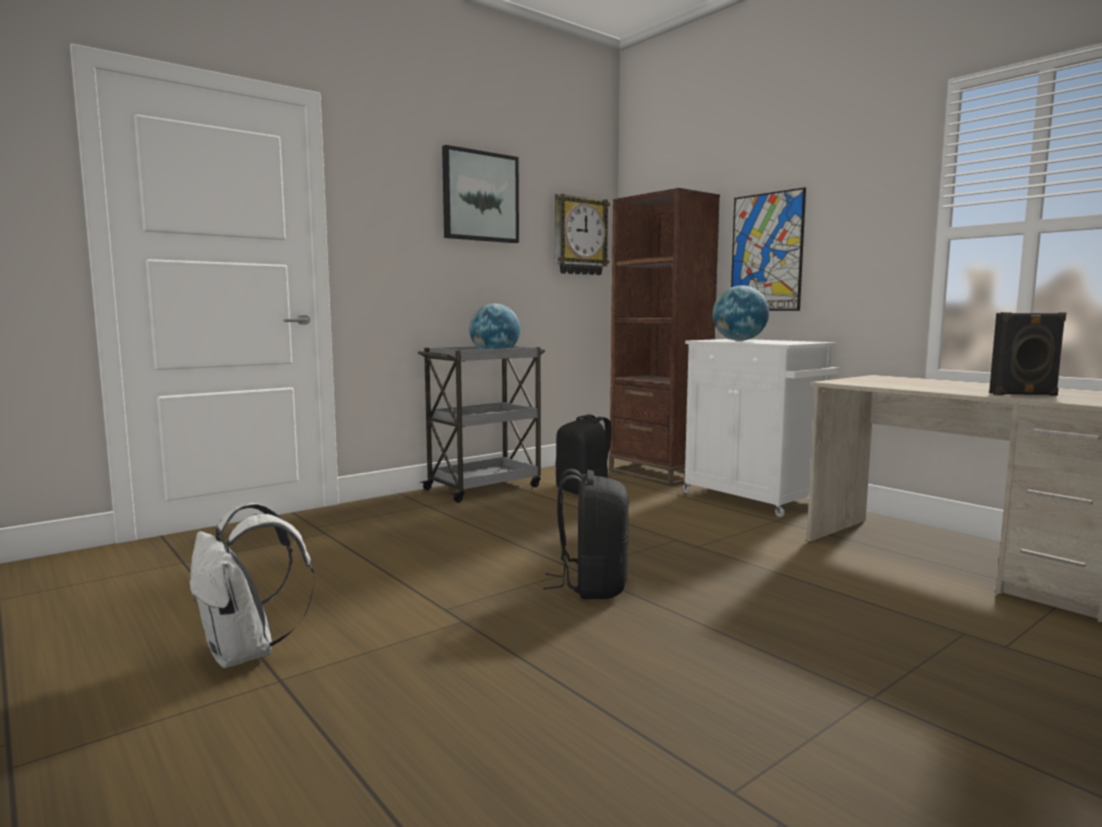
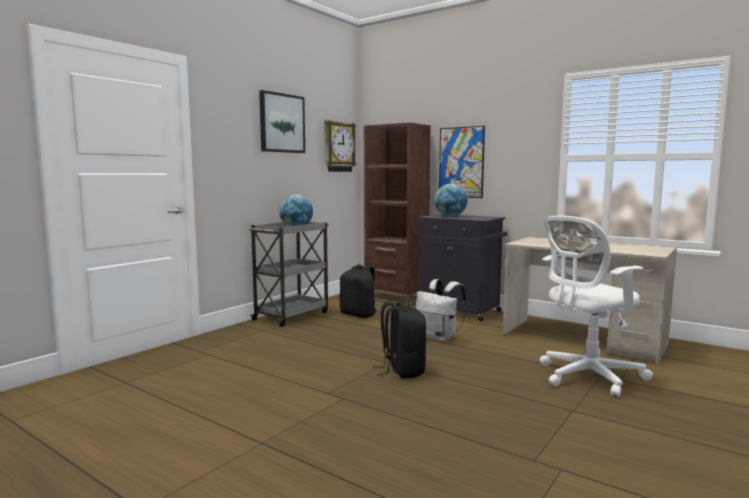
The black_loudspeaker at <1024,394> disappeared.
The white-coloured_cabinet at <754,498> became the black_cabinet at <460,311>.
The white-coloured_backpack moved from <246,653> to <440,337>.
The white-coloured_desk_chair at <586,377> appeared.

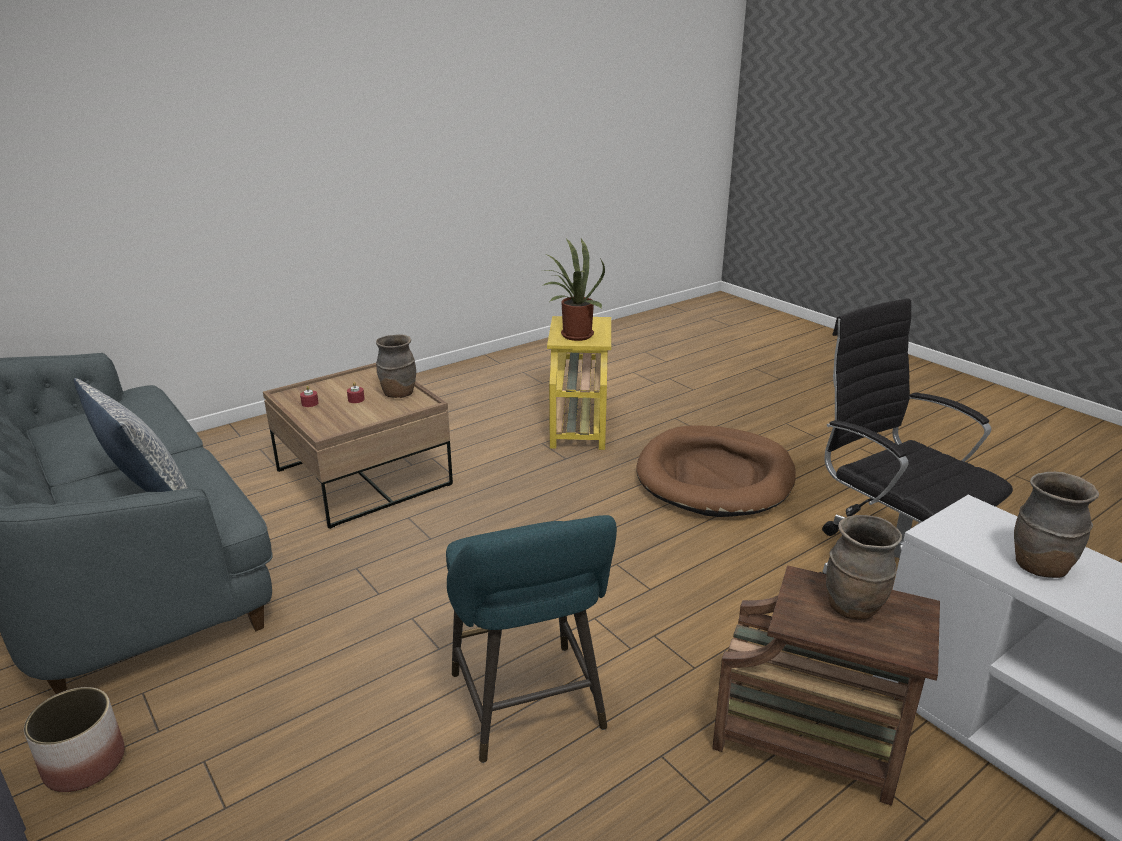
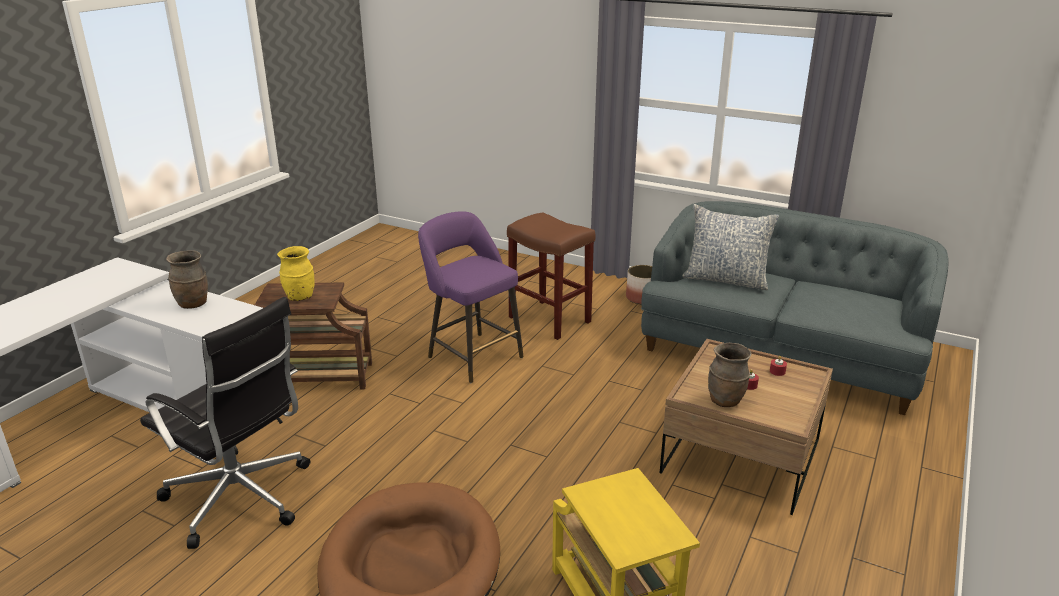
The houseplant at <573,336> disappeared.
The turquoise-coloured_stool at <529,708> became the purplish_stool at <472,355>.
The brown-coloured_decorative_vase at <853,608> became the yellowish_decorative_vase at <299,297>.
The brown-coloured_stool at <550,320> appeared.

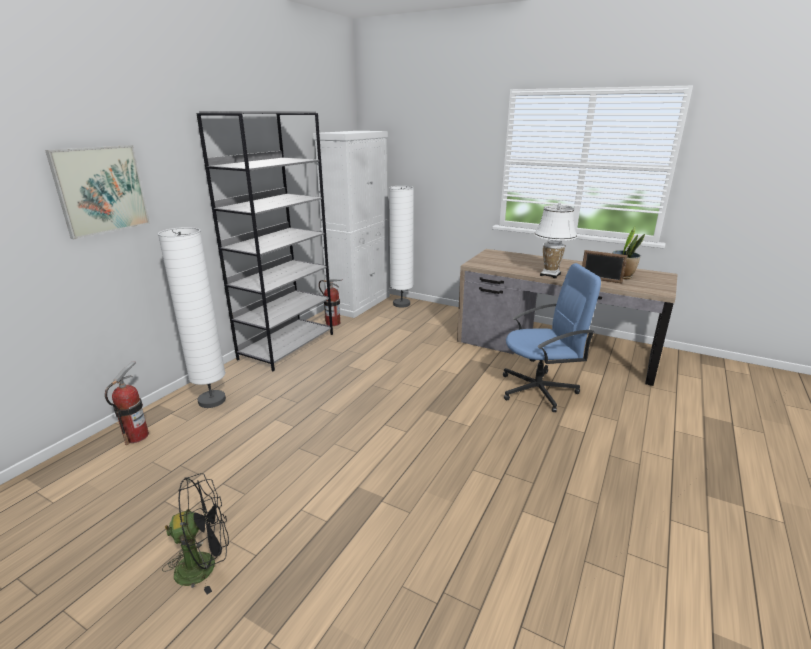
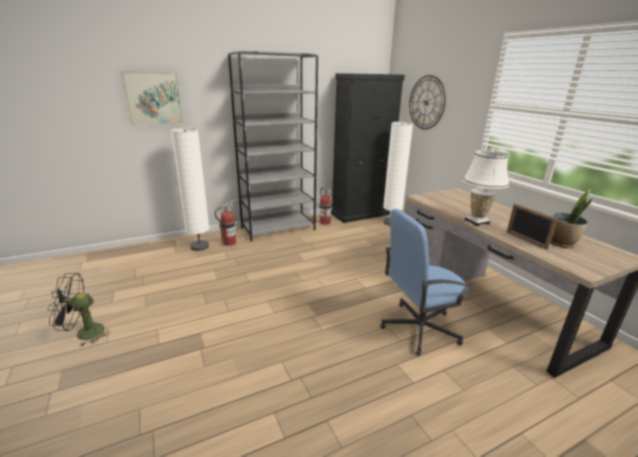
The white-coloured_cabinet at <359,303> became the black_cabinet at <360,214>.
The bluish_desk_chair at <539,390> turned 135 degrees clockwise.
The fire-fighting_cylinder moved from <136,436> to <229,242>.
The black_fan at <205,565> turned 150 degrees clockwise.
The clock_on_the_wall at <426,102> appeared.

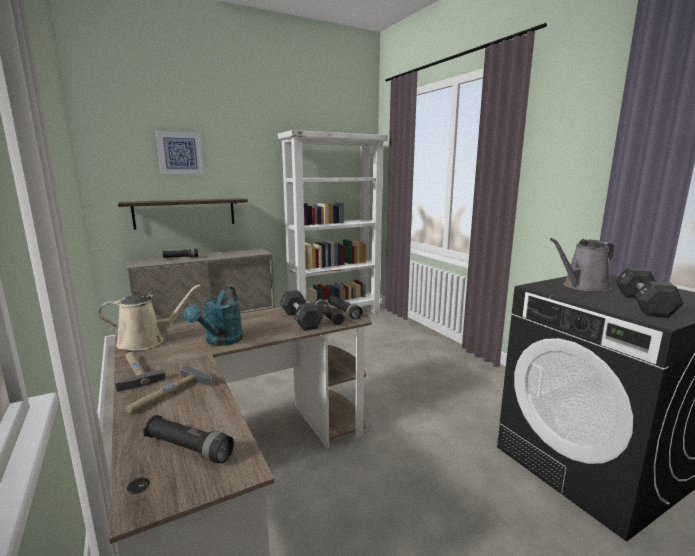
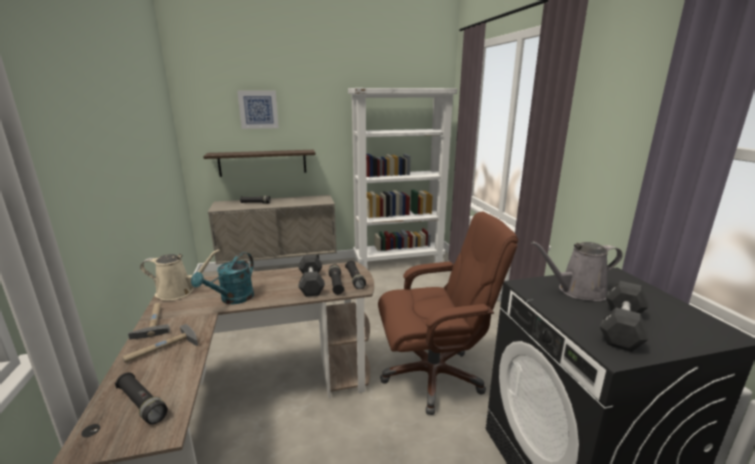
The brown-coloured_desk_chair at <433,376> appeared.

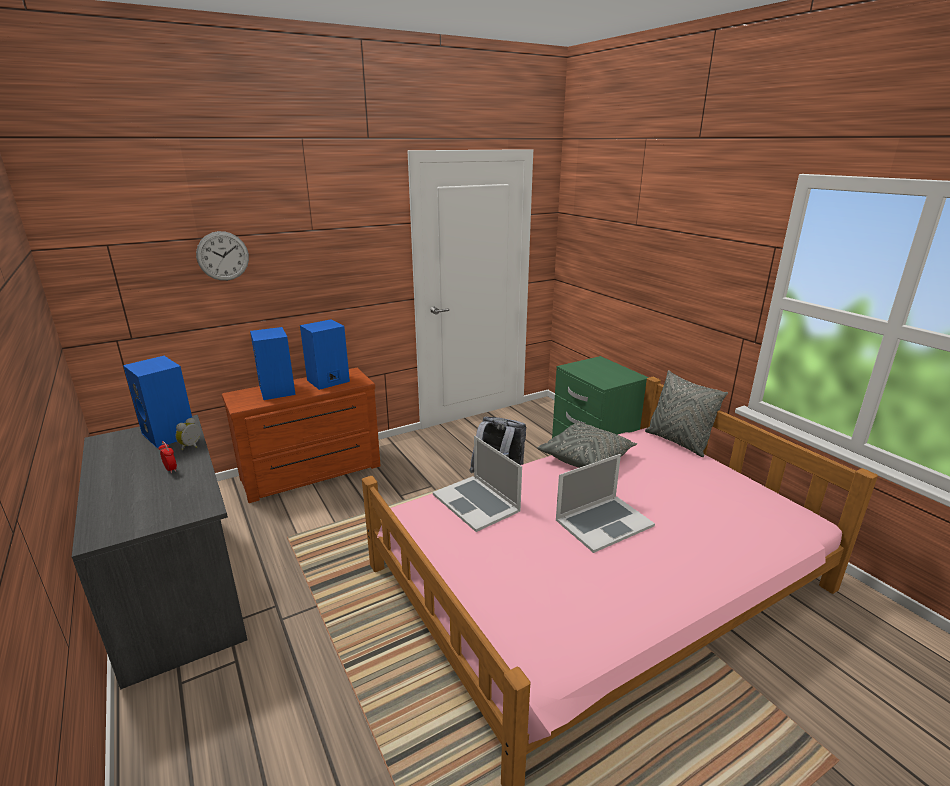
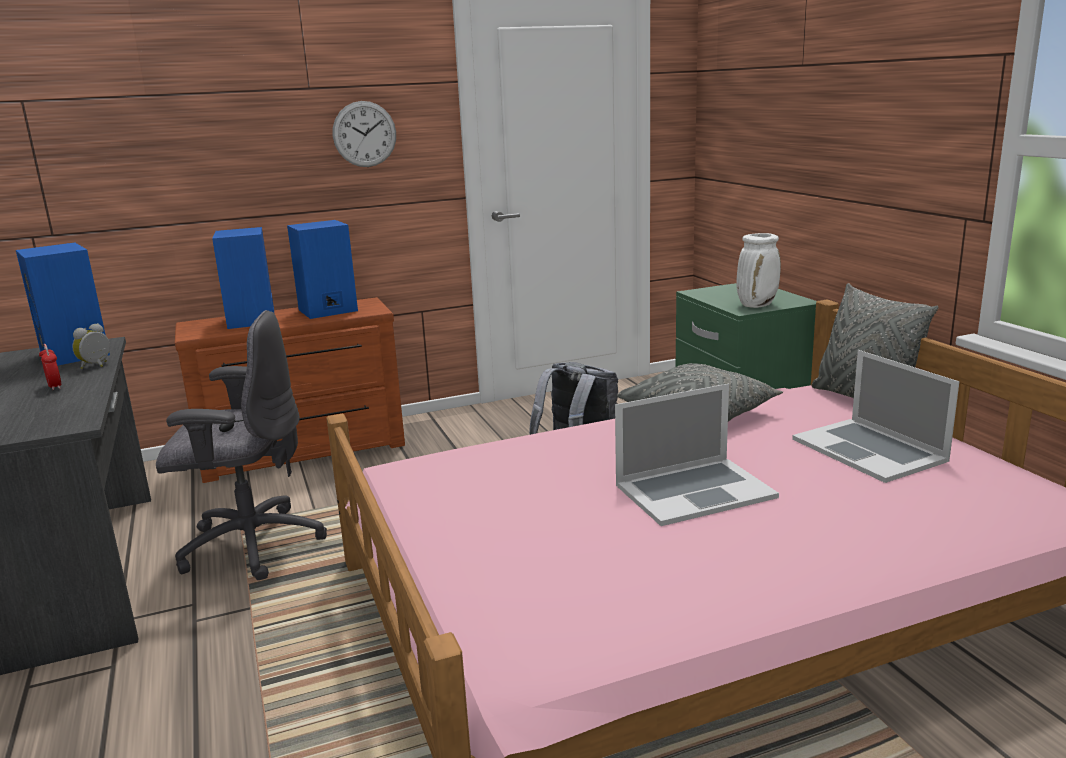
The clock_on_the_wall moved from <223,256> to <364,134>.
The notebook_computer moved from <476,502> to <869,450>.
The white-coloured_decorative_vase at <757,305> appeared.
The grey_desk_chair at <250,545> appeared.

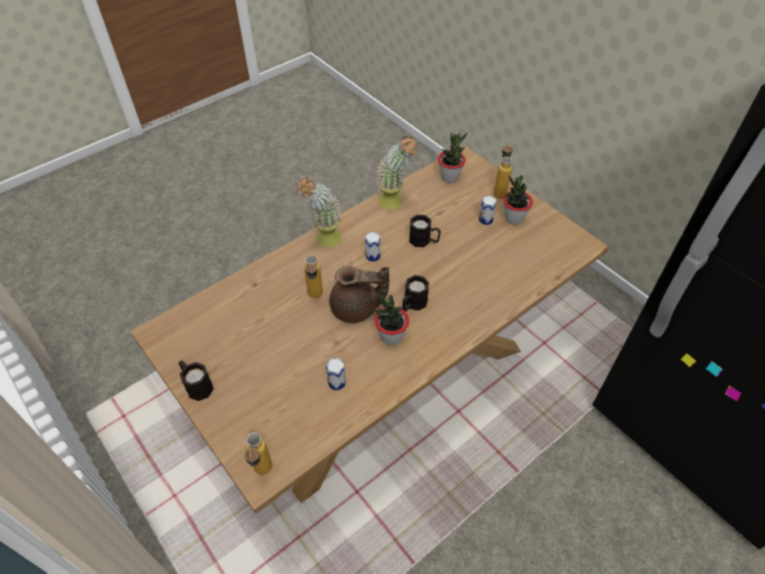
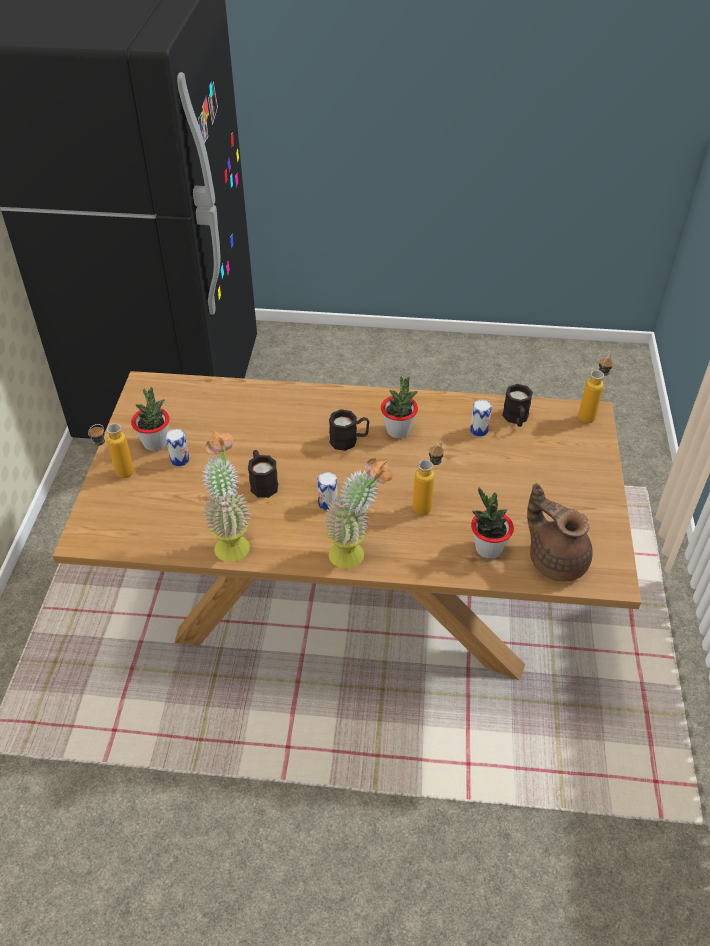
The houseplant moved from <449,177> to <488,549>.
The brown-coloured_teapot moved from <356,309> to <556,559>.
The black_coffee_mug moved from <196,385> to <516,419>.

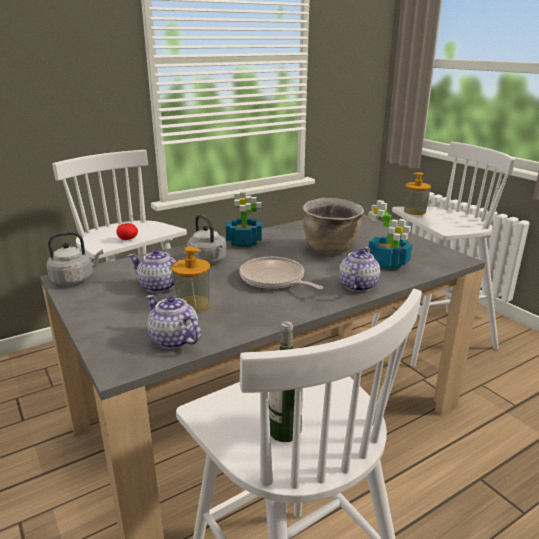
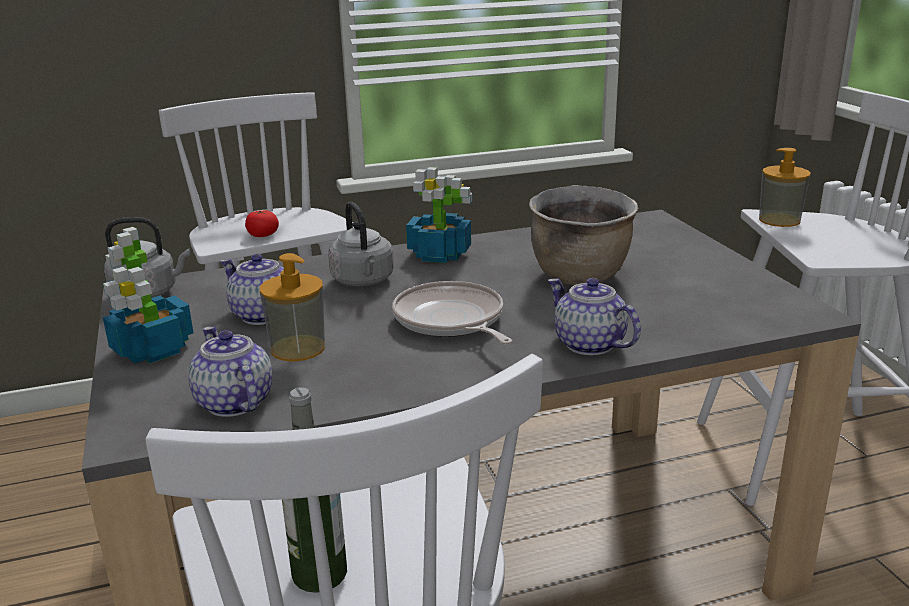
The houseplant moved from <388,263> to <152,350>.
The teapot at <357,285> turned 75 degrees counterclockwise.

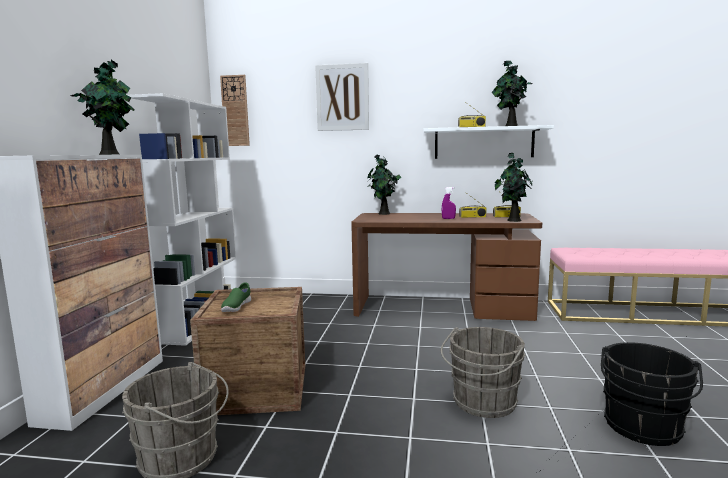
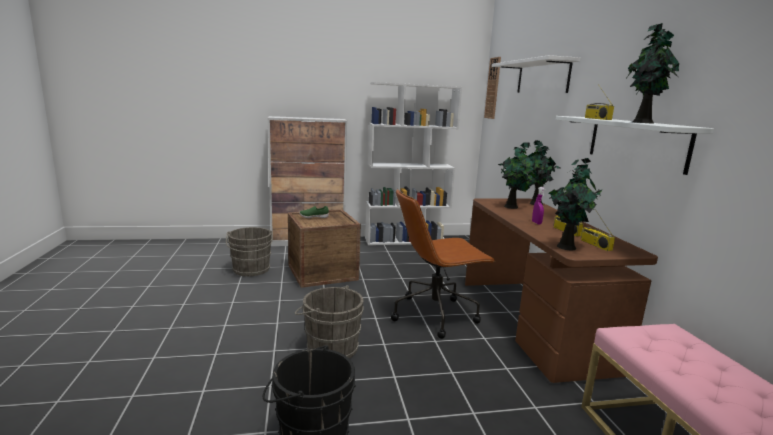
The houseplant moved from <111,154> to <512,207>.
The wall_art at <342,97> was replaced by the white-coloured_bracket_shelf at <542,77>.
The brown-coloured_desk_chair at <435,314> appeared.

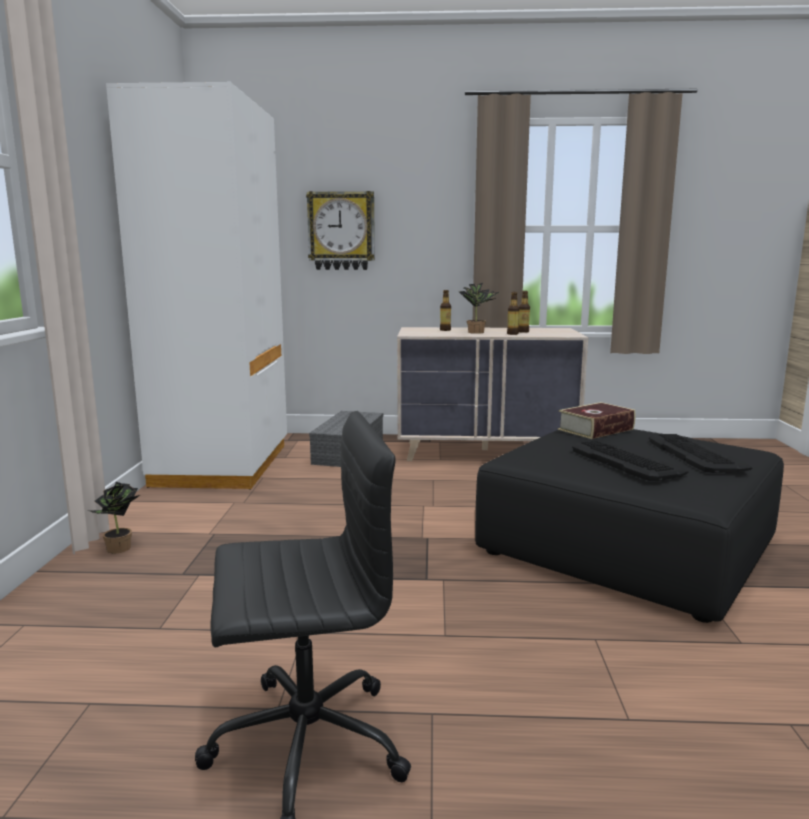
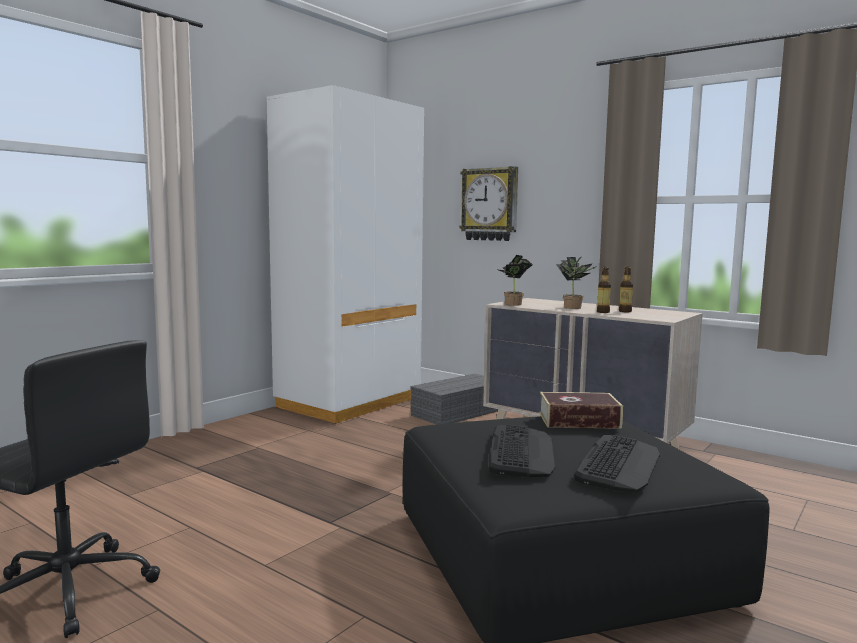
The drink_bottle at <445,330> disappeared.
The houseplant moved from <120,549> to <514,304>.

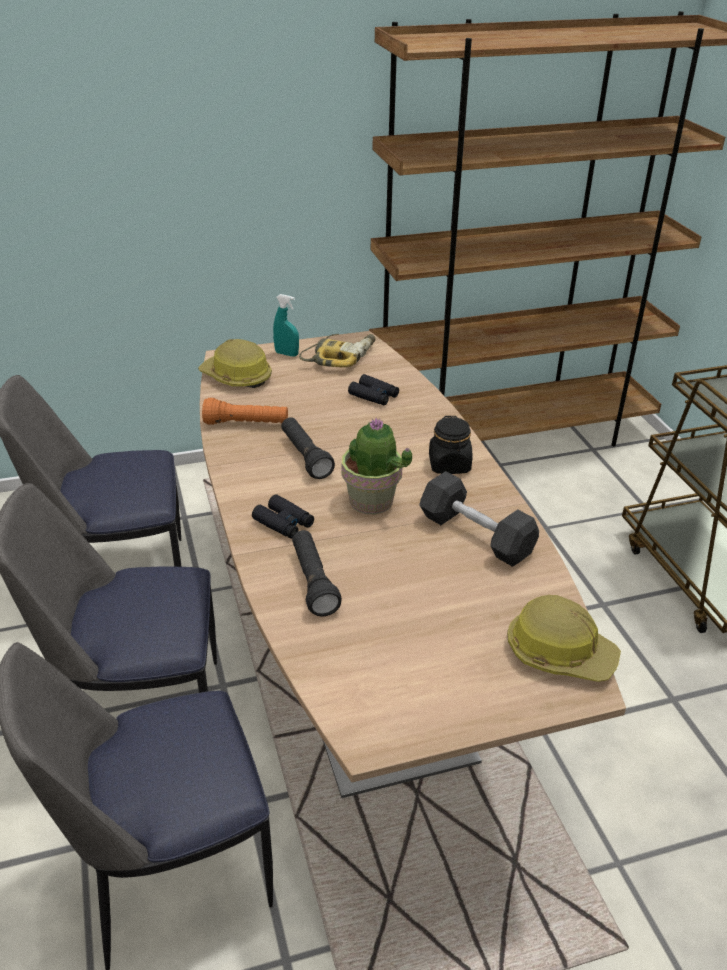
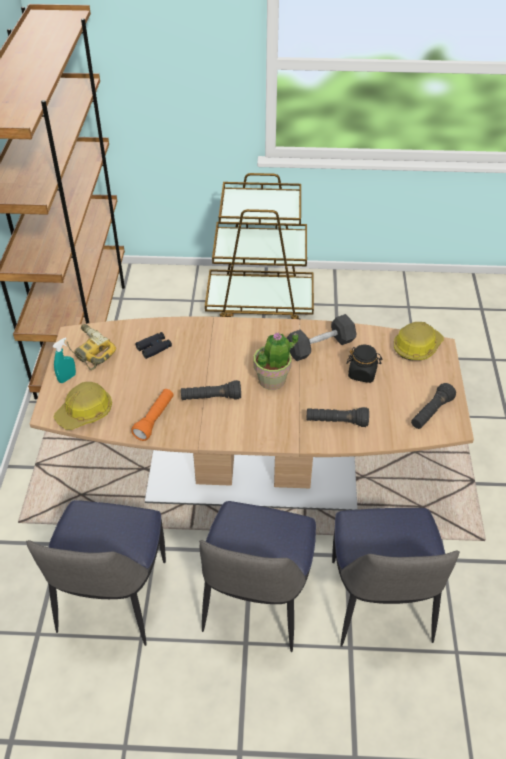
The black_jar moved from <449,465> to <362,373>.
The black_field_glasses at <283,523> disappeared.
The black_hand_torch at <431,413> appeared.

